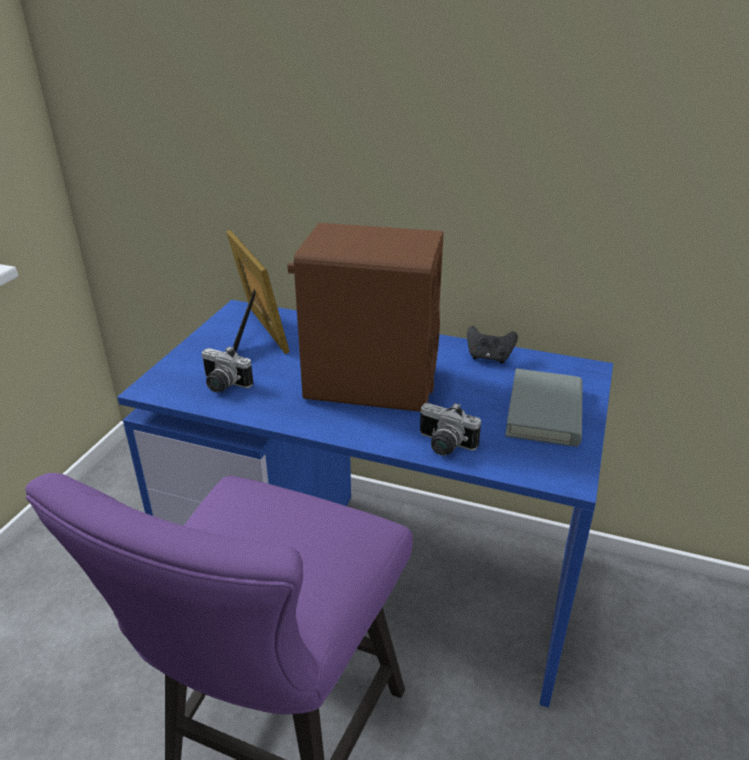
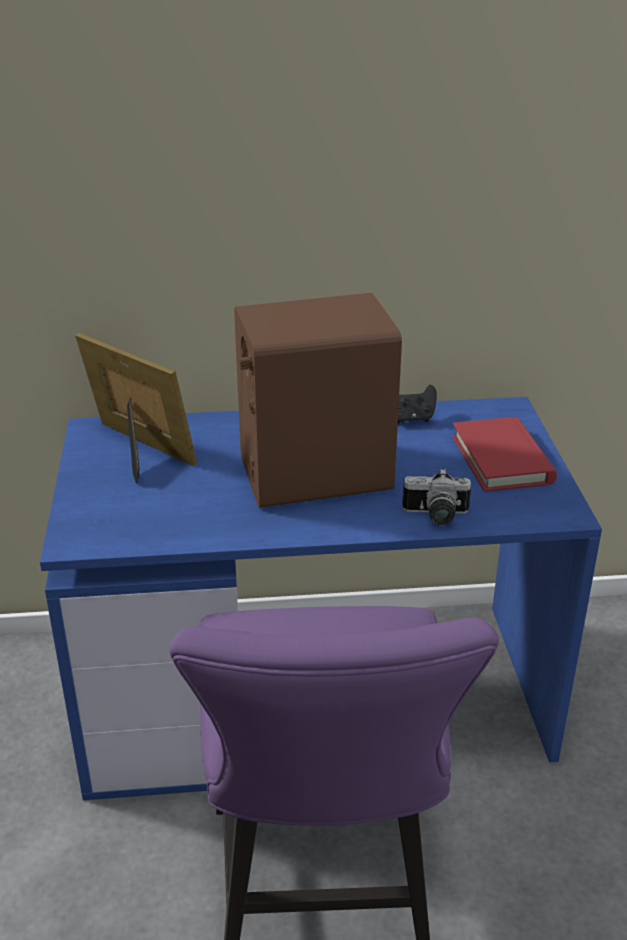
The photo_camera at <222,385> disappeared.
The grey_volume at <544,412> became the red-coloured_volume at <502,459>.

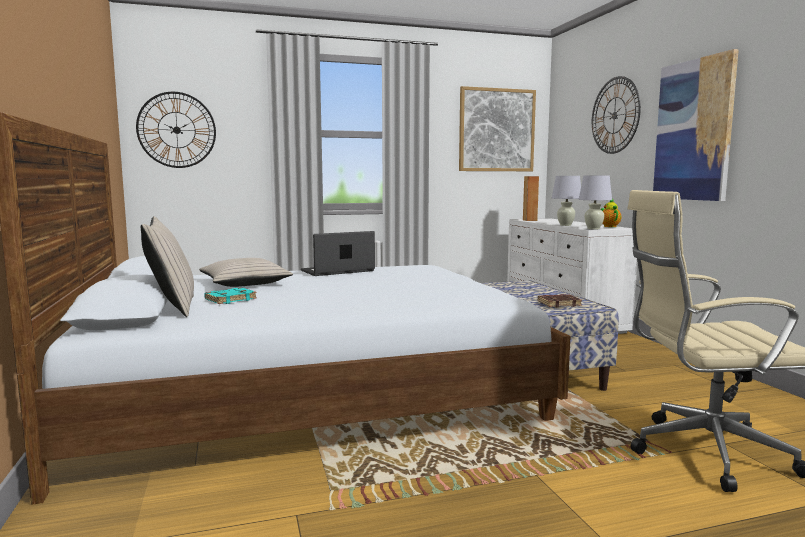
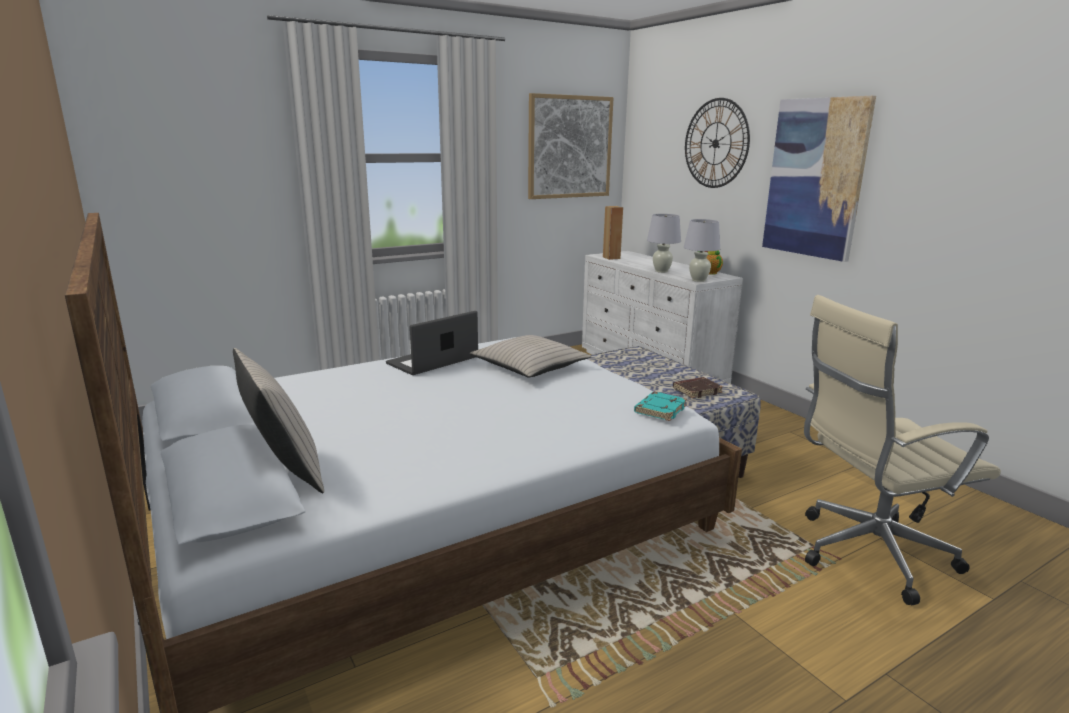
The clock_on_the_wall at <176,130> disappeared.
The sand-coloured_pillow moved from <245,283> to <530,367>.
The turquoise-coloured_volume moved from <230,299> to <659,409>.

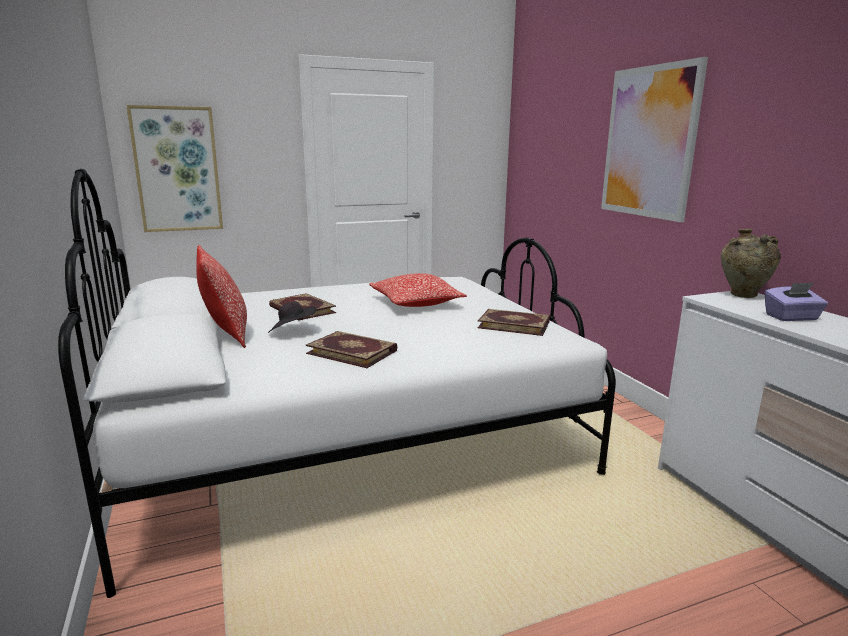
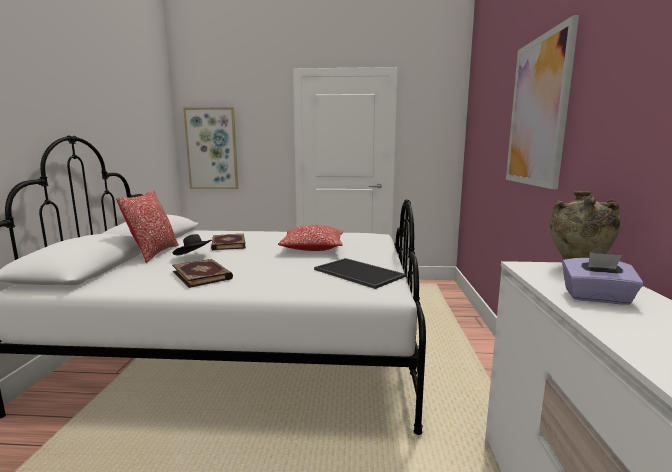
The volume at <514,324> was replaced by the serving_tray at <360,273>.

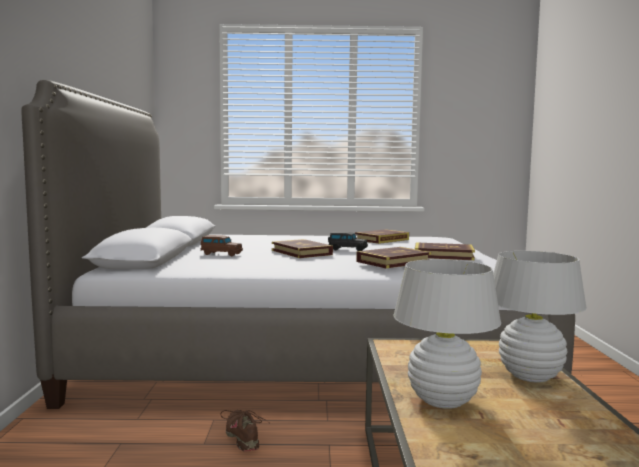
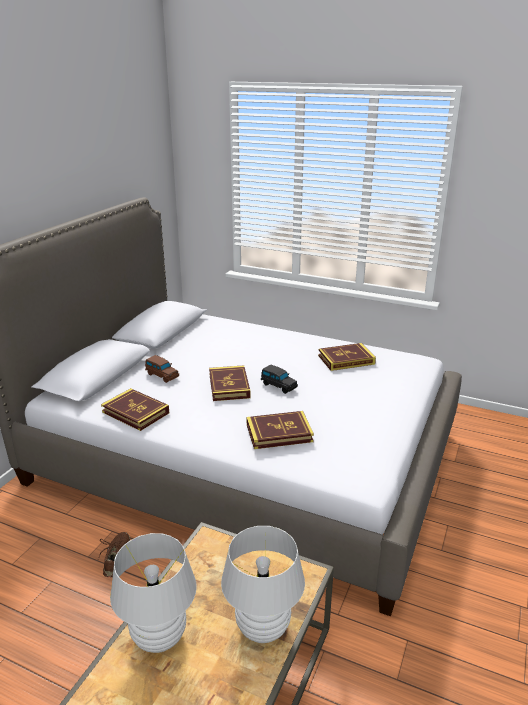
The volume moved from <443,255> to <135,412>.

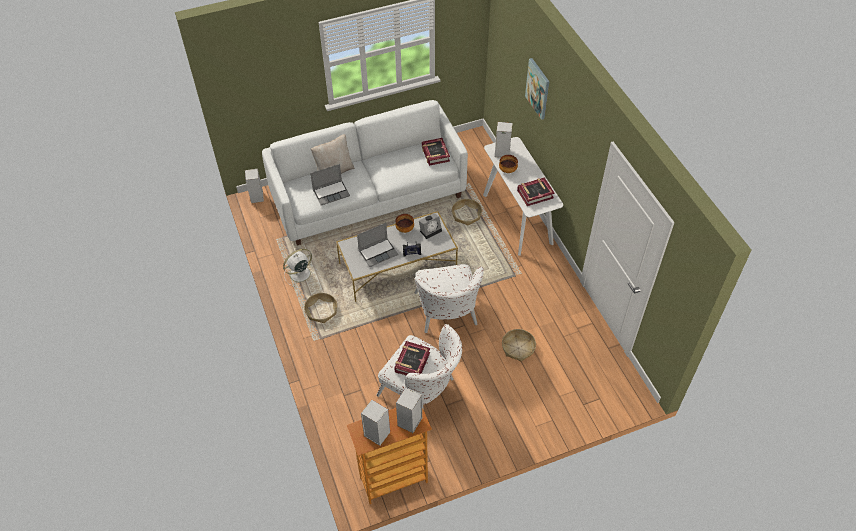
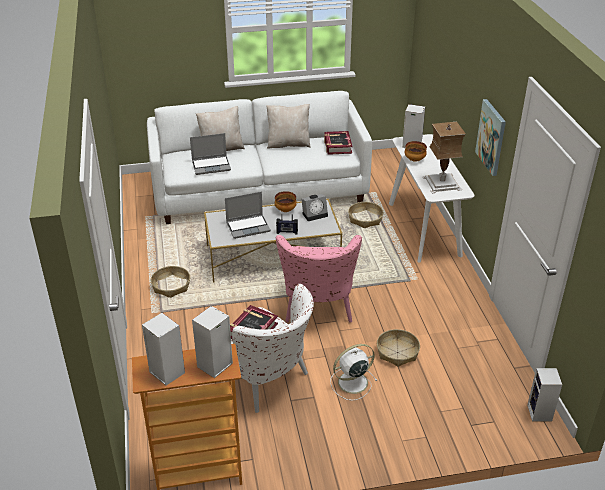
The wall_art moved from <538,88> to <491,137>.
The loudspeaker moved from <257,198> to <540,414>.
The volume at <535,194> was replaced by the lamp_for_a_table at <442,182>.
The white-coloured_fan moved from <299,274> to <351,383>.
The white-coloured_easy_chair at <447,315> became the pinkish_easy_chair at <317,308>.
The sand-coloured_pillow at <288,144> appeared.

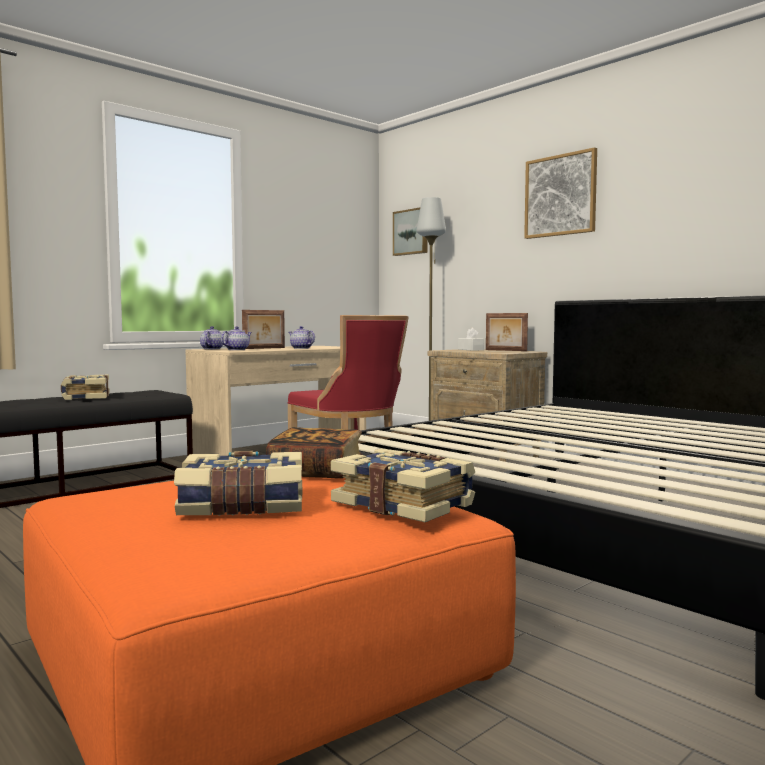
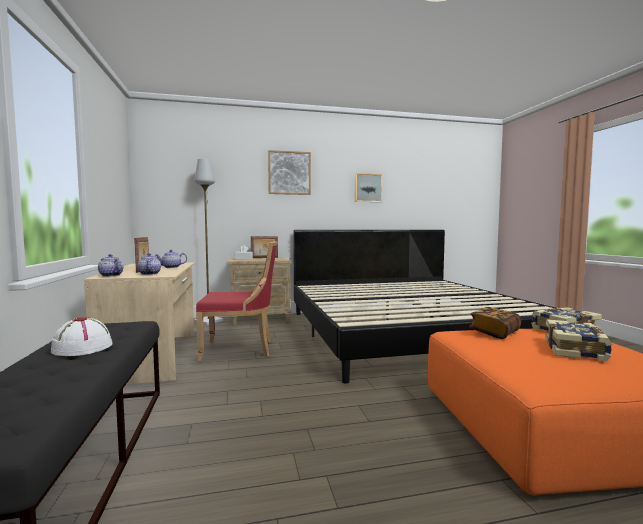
The wall_art moved from <411,232> to <368,188>.
The volume at <85,397> was replaced by the white-coloured_clothing_hat at <82,347>.

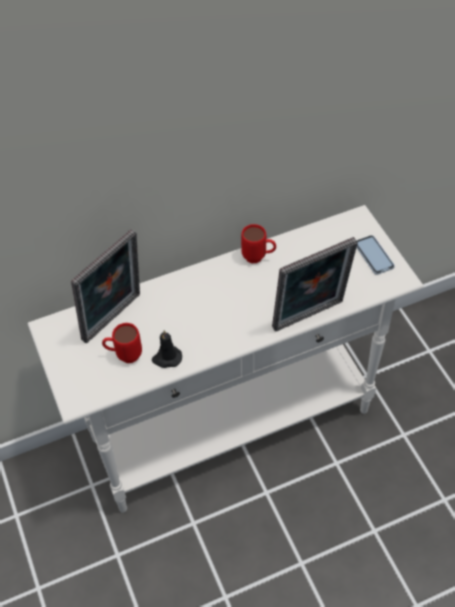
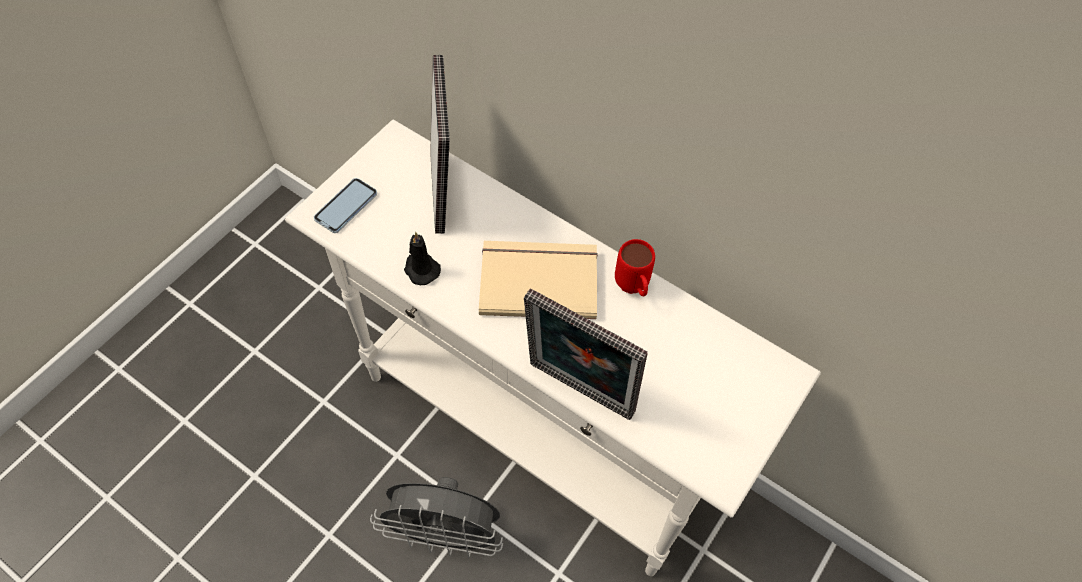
The standing_frame at <115,319> turned 105 degrees counterclockwise.
The phone moved from <373,255> to <346,206>.
The red-coloured_coffee_mug at <124,355> disappeared.
The sand-coloured_volume at <538,279> appeared.
The grey_fan at <445,535> appeared.

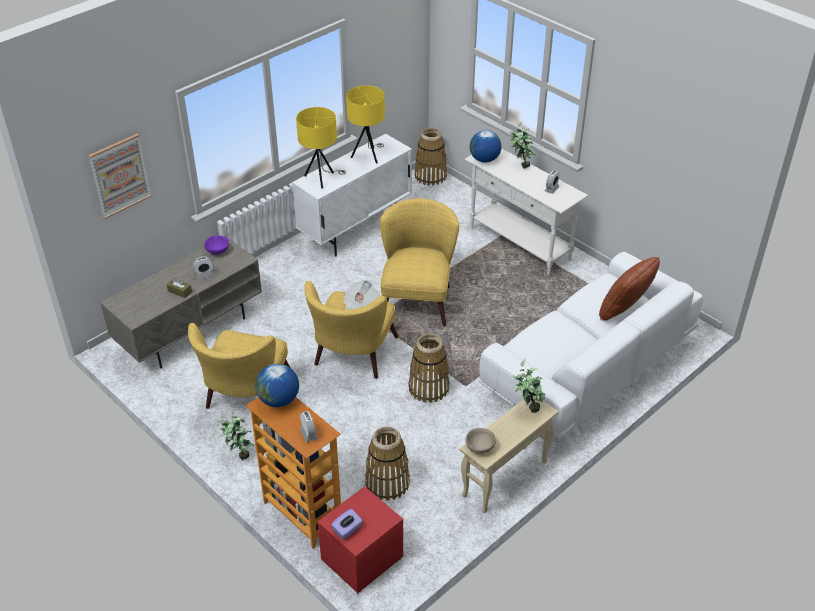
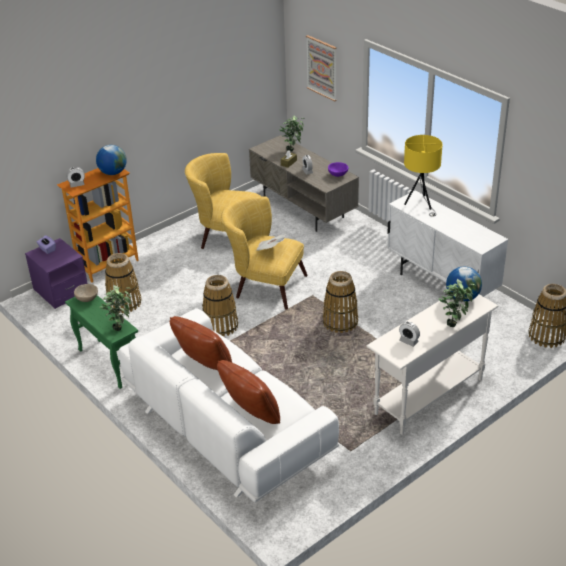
The yellowish_lamp_for_a_table at <368,156> disappeared.
The yellowish_easy_chair at <417,297> was replaced by the basket at <340,322>.
The sand-coloured_side_table at <505,479> became the greenish_side_table at <109,363>.
The houseplant moved from <239,454> to <292,149>.
The red-coloured_nightstand at <362,558> became the purplish_nightstand at <61,291>.
The brown-coloured_pillow at <204,366> appeared.

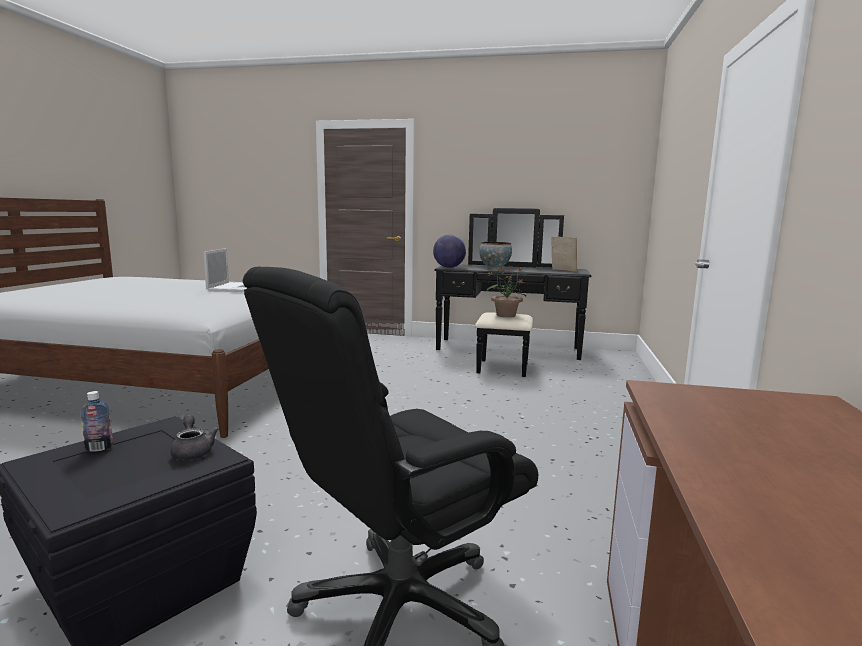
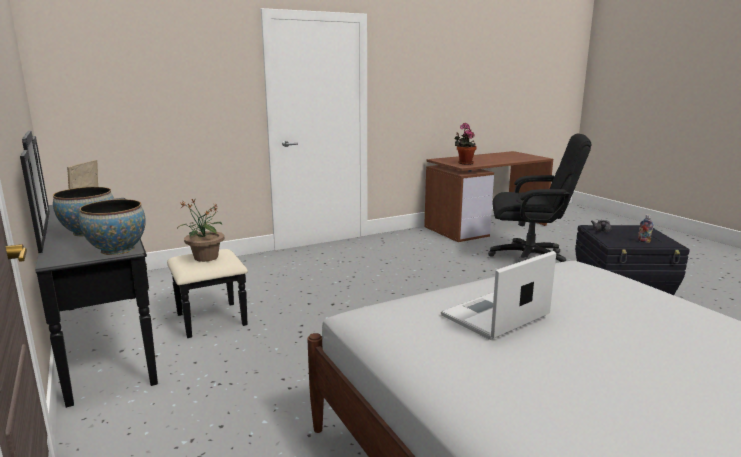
The desk_globe at <449,267> was replaced by the deep_dish at <117,250>.
The houseplant at <464,163> appeared.

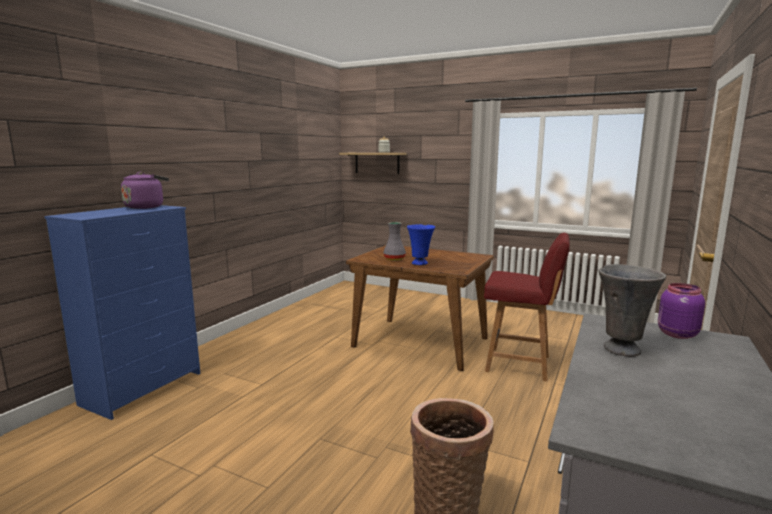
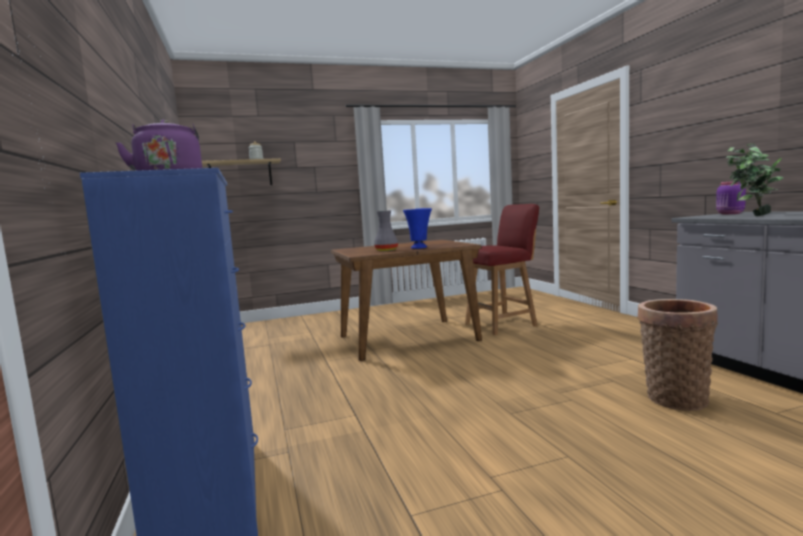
The grey_decorative_vase at <621,349> was replaced by the houseplant at <750,216>.

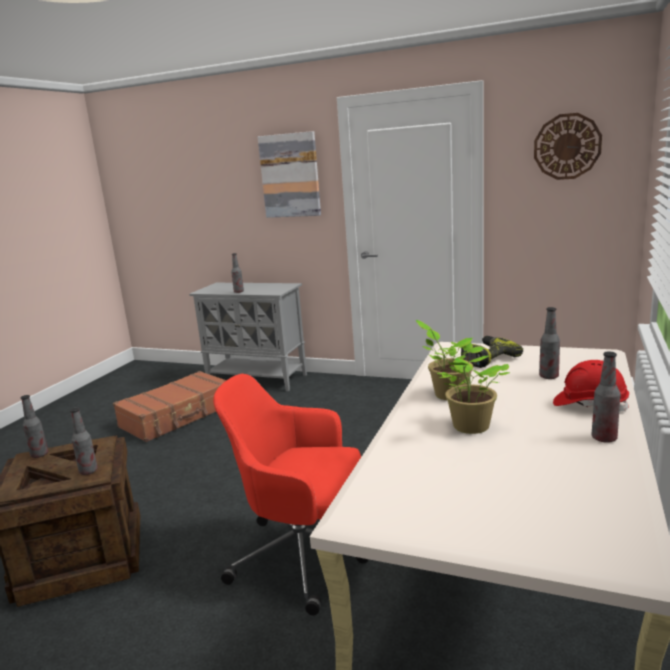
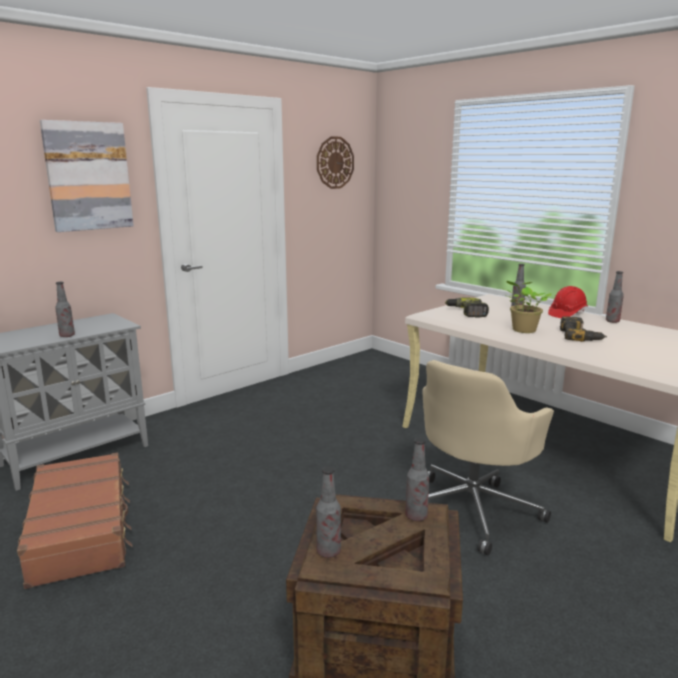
The houseplant at <470,427> was replaced by the power_drill at <580,336>.
The red-coloured_desk_chair at <304,556> became the sand-coloured_desk_chair at <473,509>.

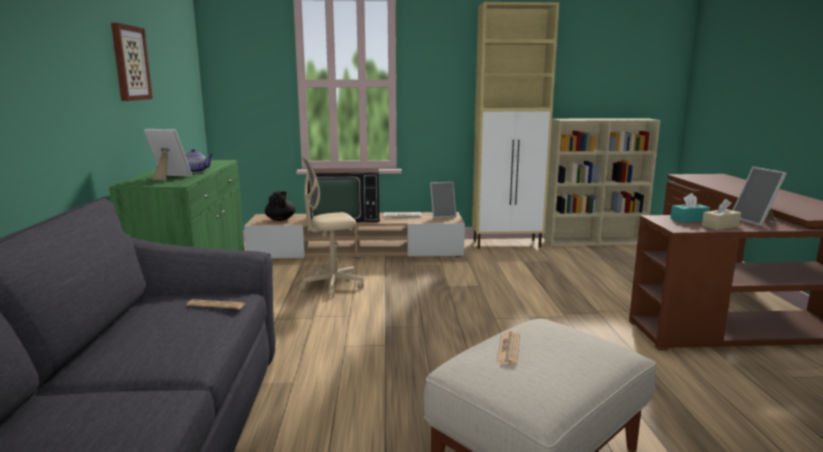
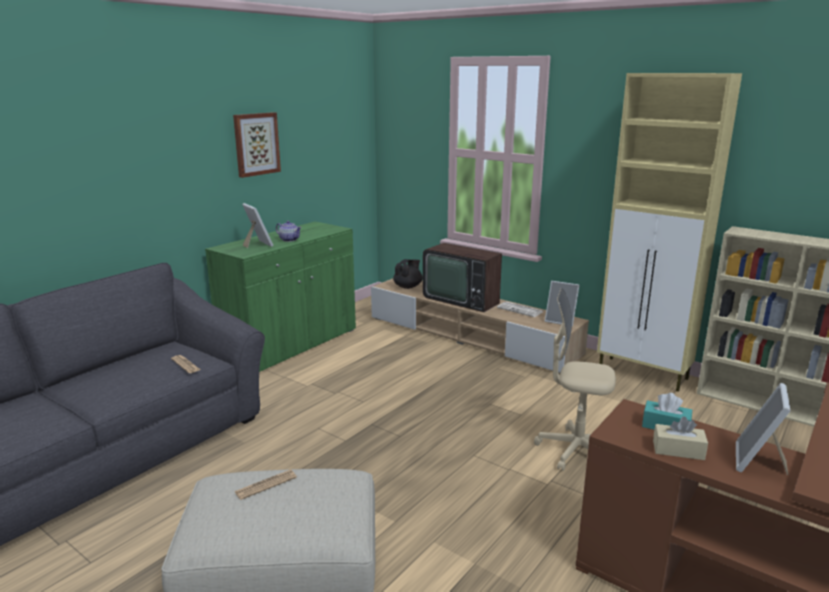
The sand-coloured_desk_chair moved from <332,285> to <575,451>.

